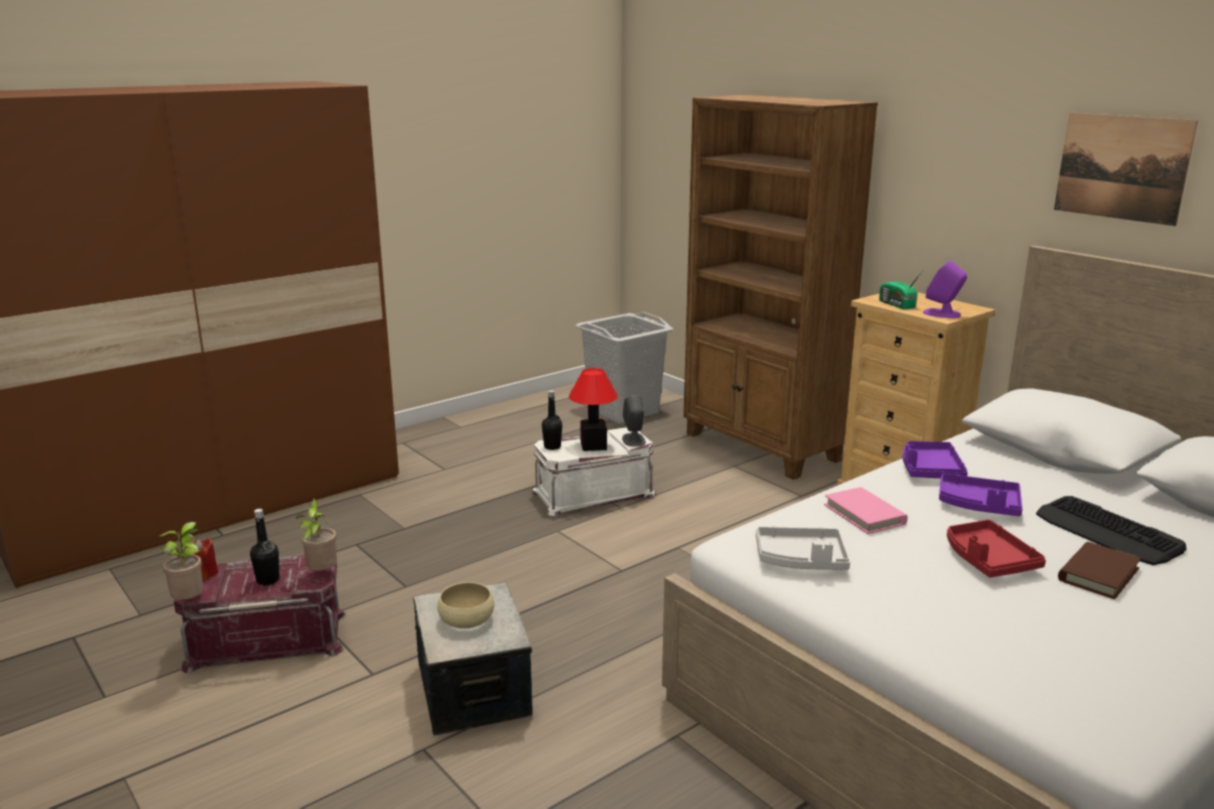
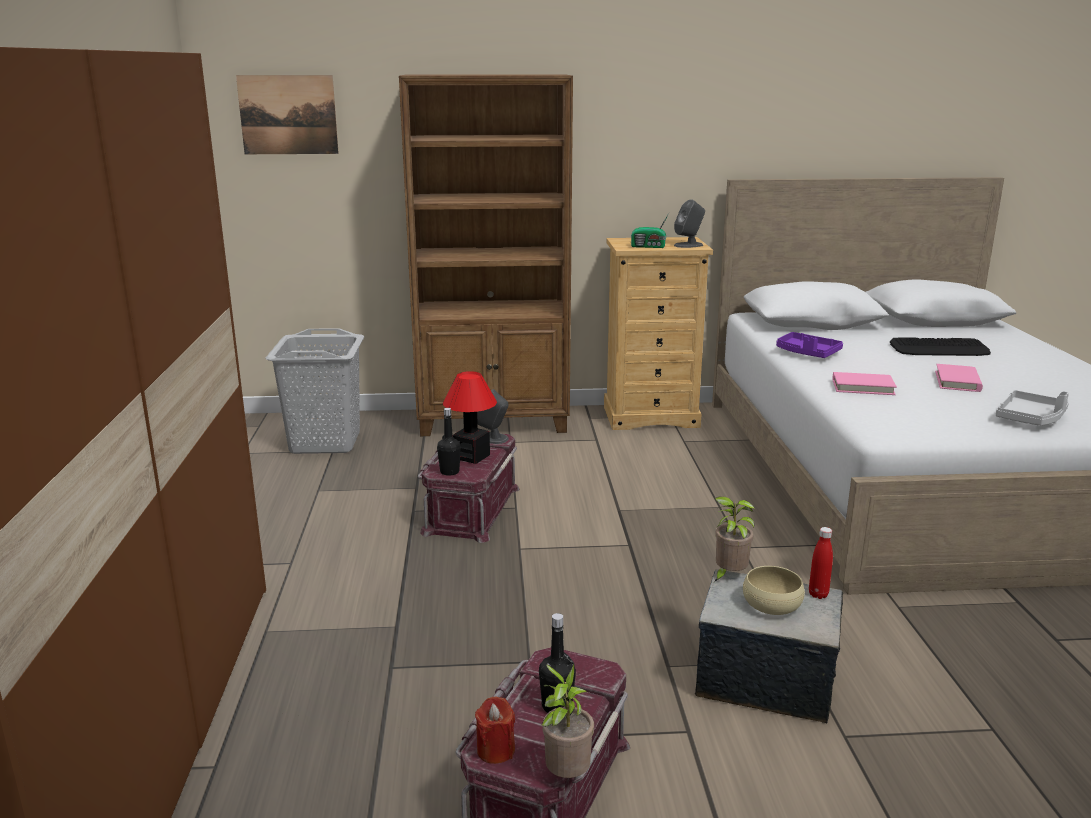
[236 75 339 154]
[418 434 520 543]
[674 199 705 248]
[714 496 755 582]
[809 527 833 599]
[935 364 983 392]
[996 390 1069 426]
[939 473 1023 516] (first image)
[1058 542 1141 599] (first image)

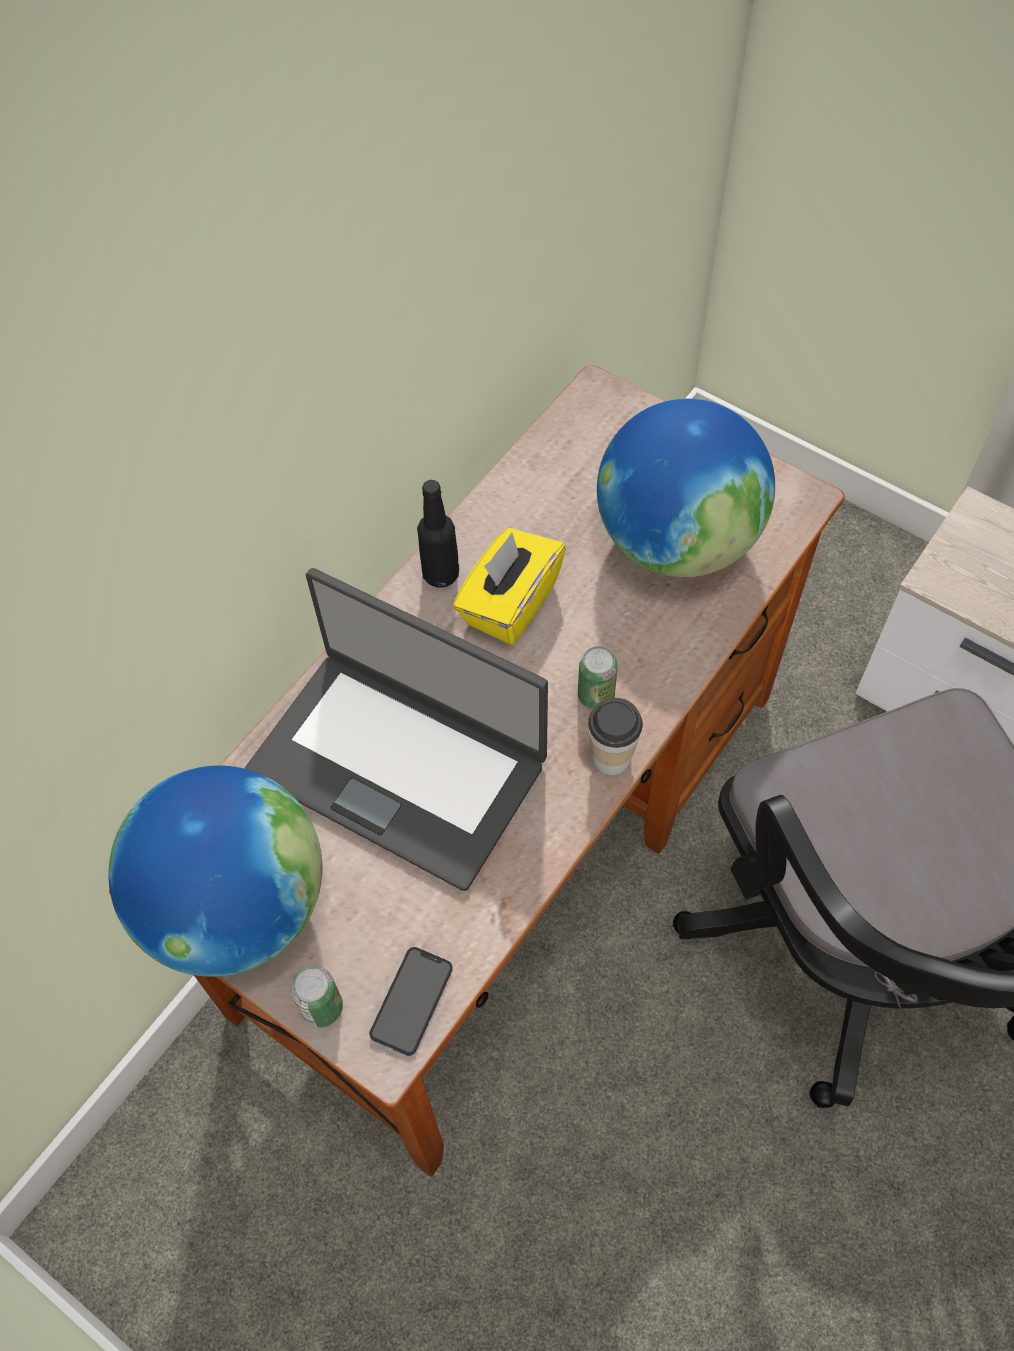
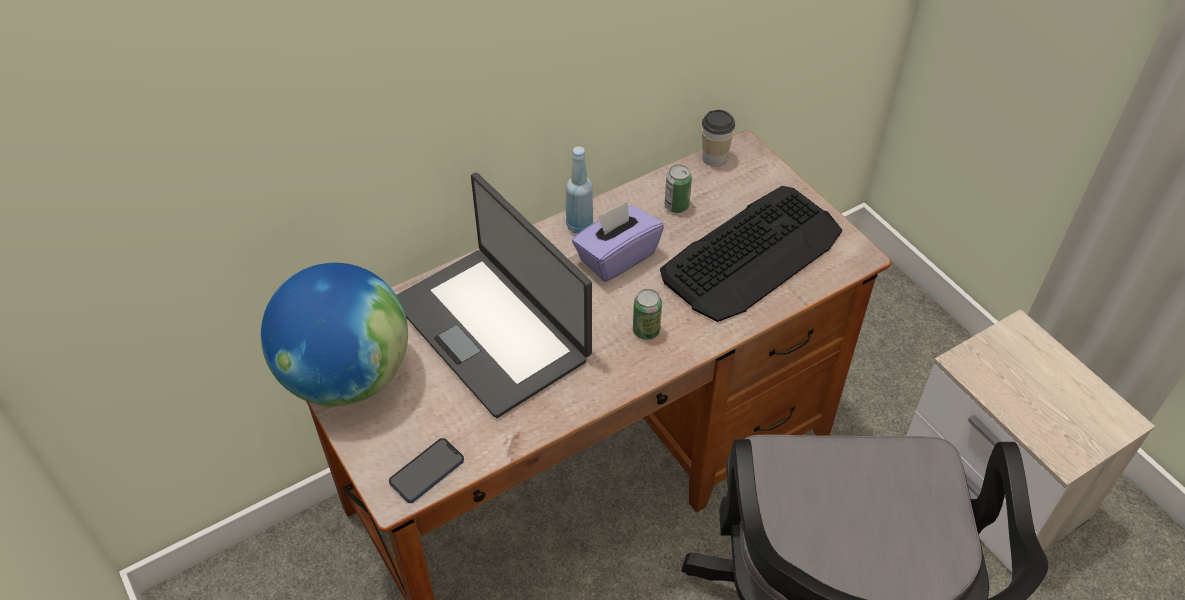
[566 146 593 234]
[572 202 664 282]
[660 186 842 322]
[665 165 692 213]
[702 110 735 166]

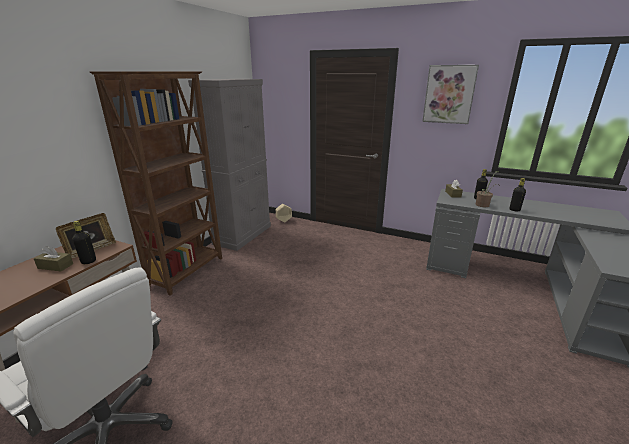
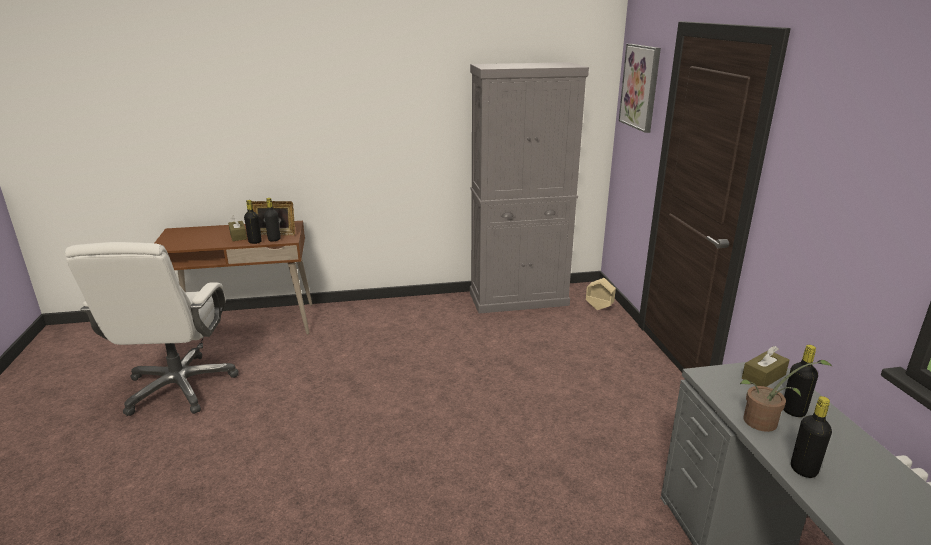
[264 198 281 242]
[619 44 661 133]
[90 71 222 296] (first image)

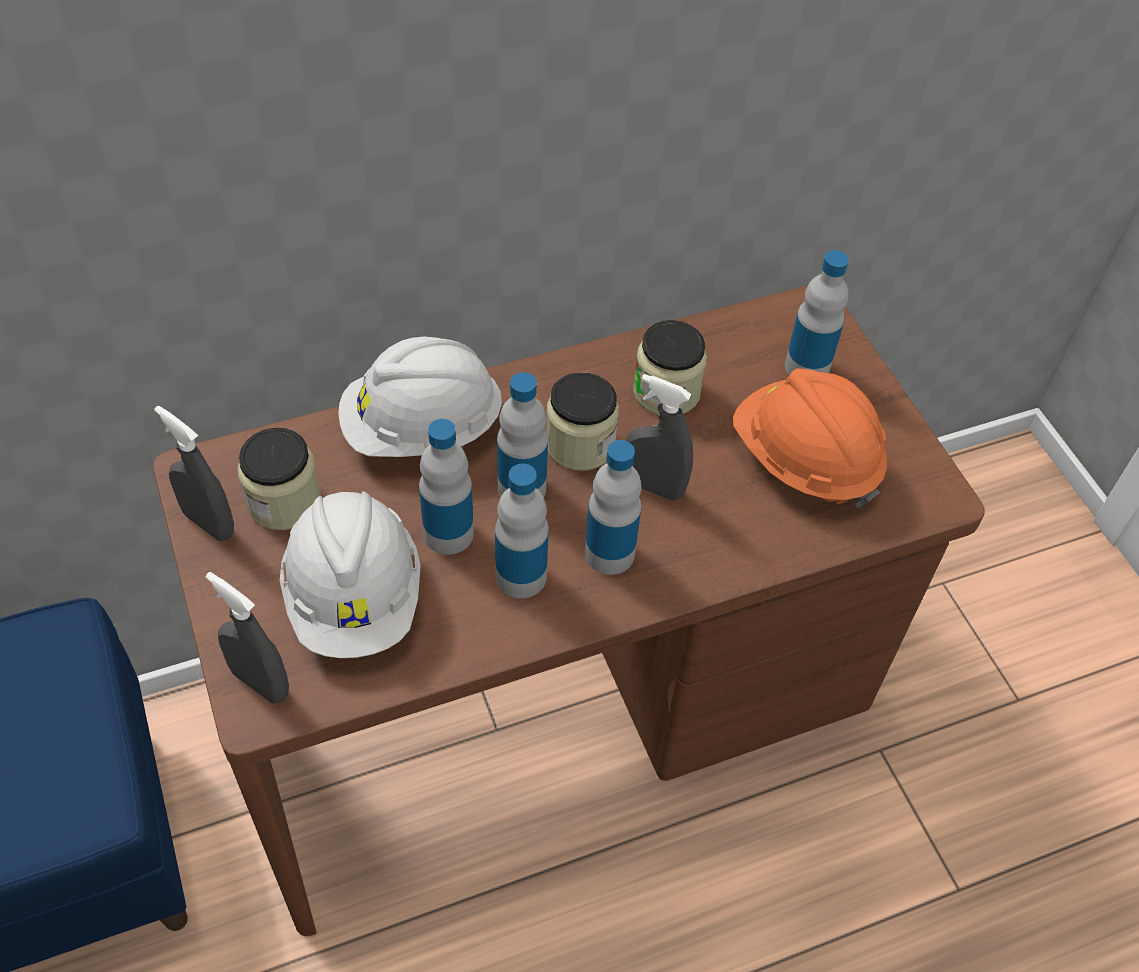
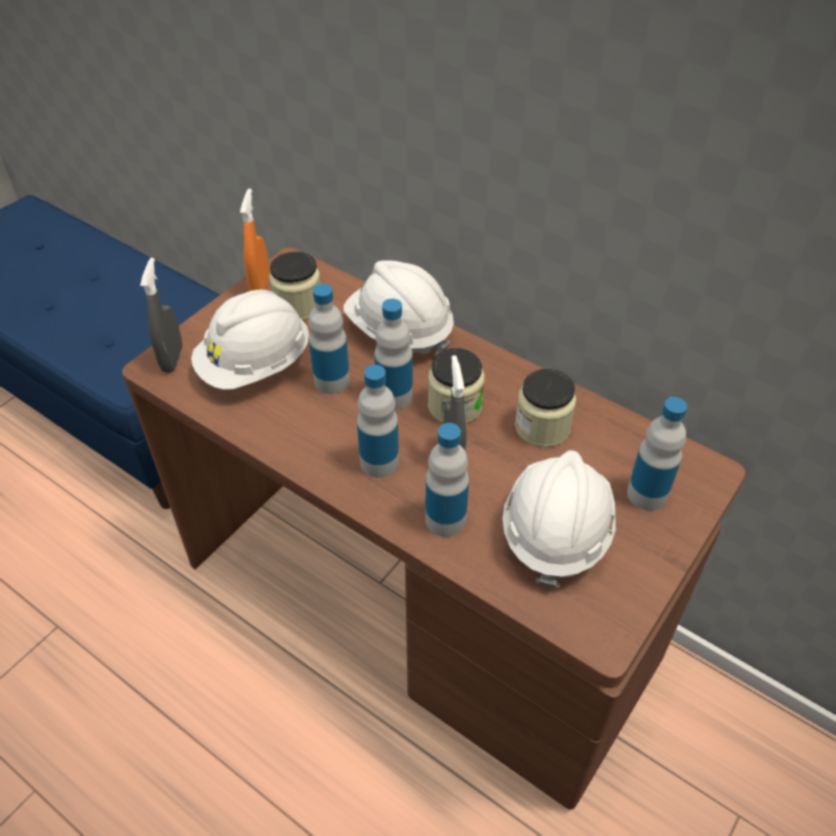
[240 188 270 291]
[425 423 469 537]
[503 450 616 588]

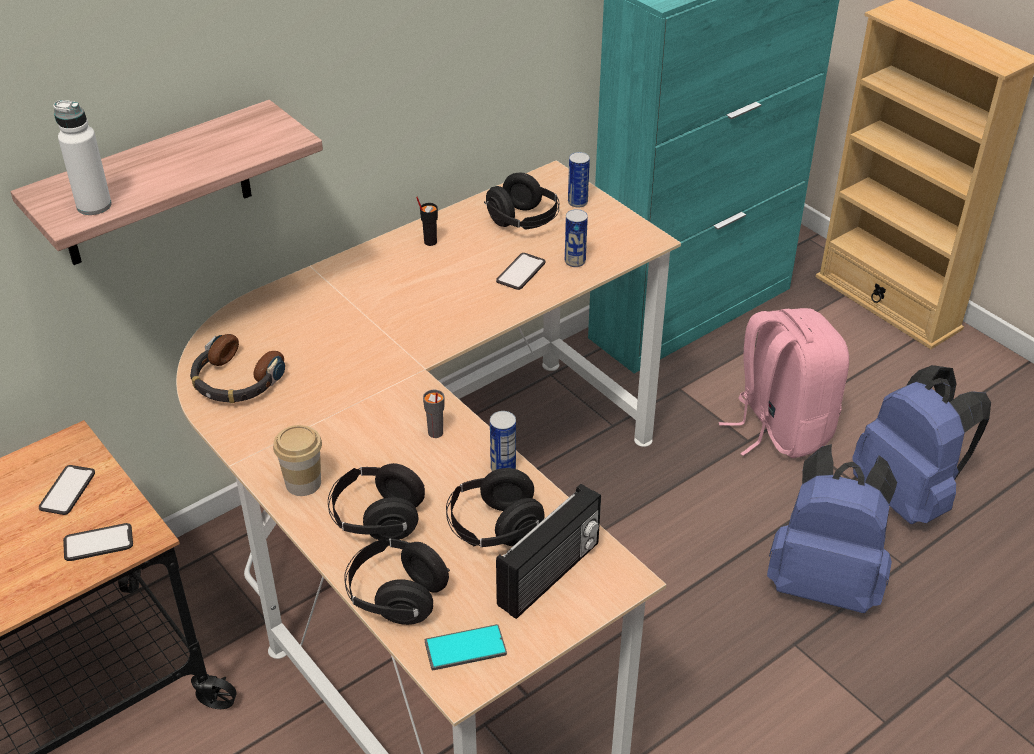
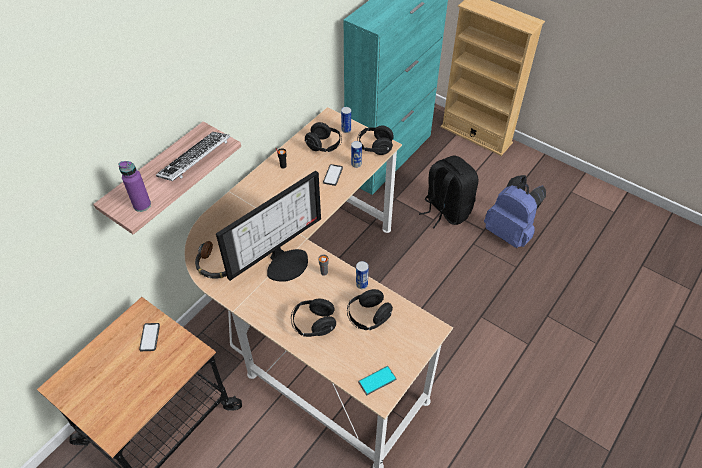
[118 161 151 212]
[156 132 230 181]
[216 171 321 282]
[358 125 394 155]
[419 155 478 228]
[63 523 133 561] (first image)
[273 425 322 496] (first image)
[496 484 601 619] (first image)
[767 444 897 613] (first image)

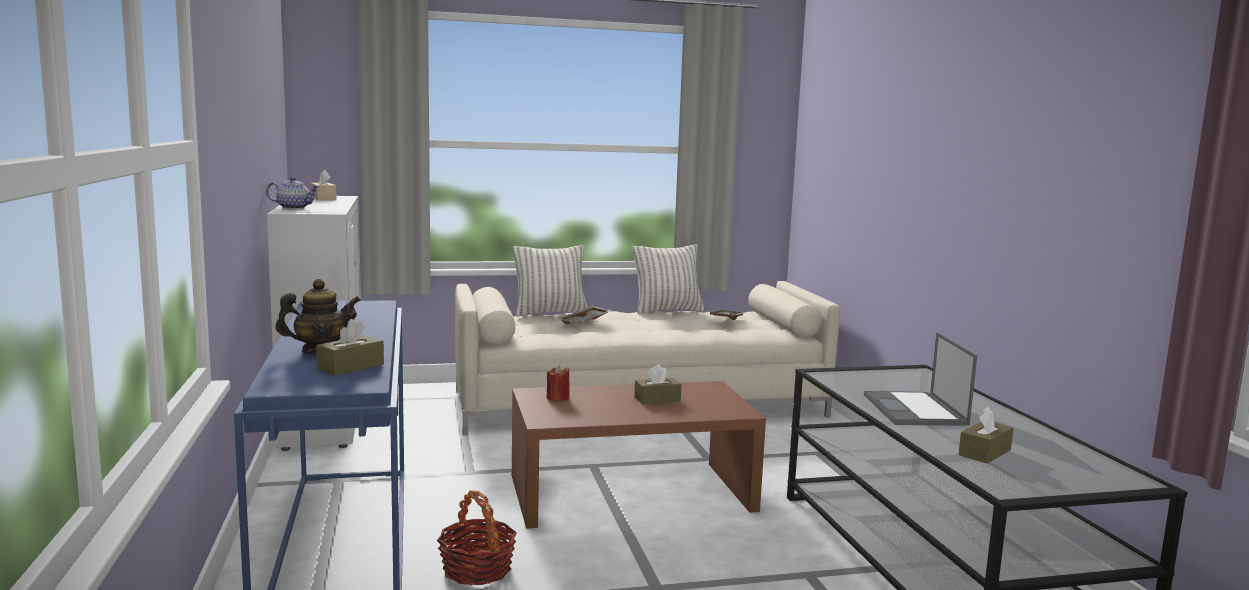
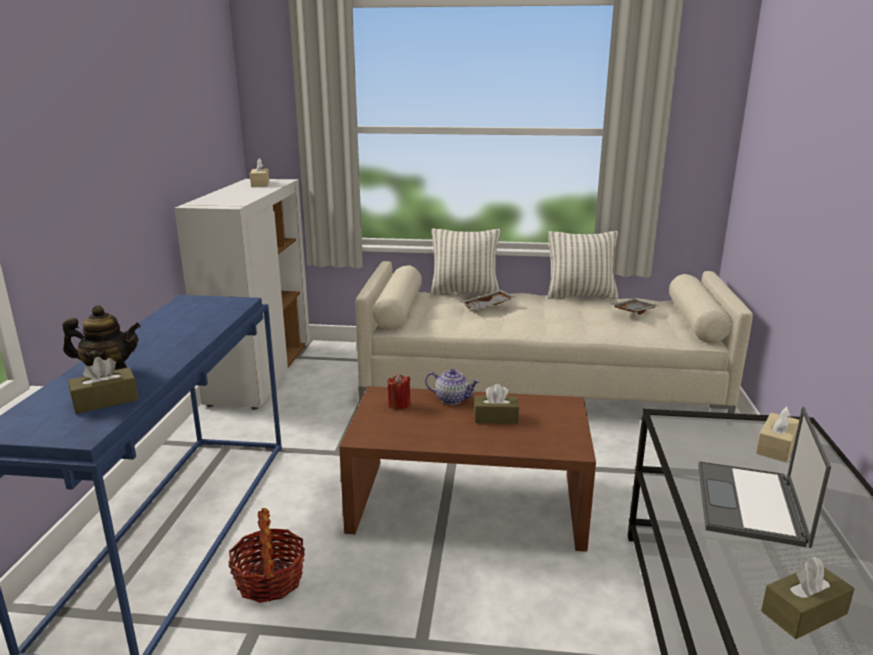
[425 369 480 405]
[756 406 799 462]

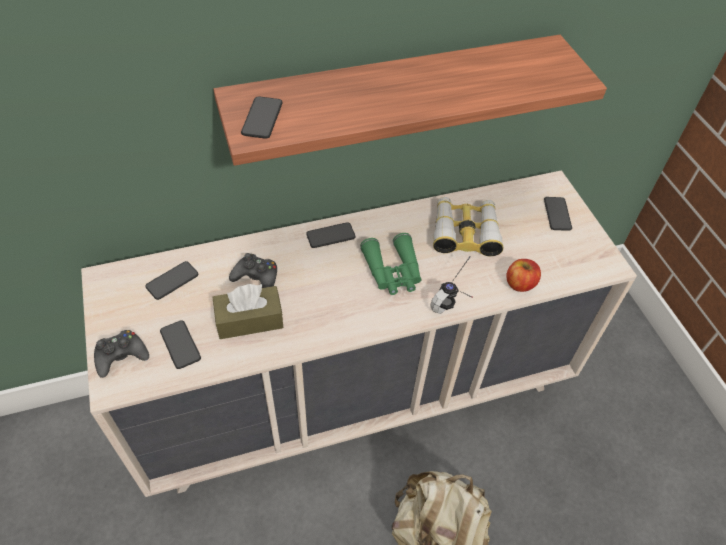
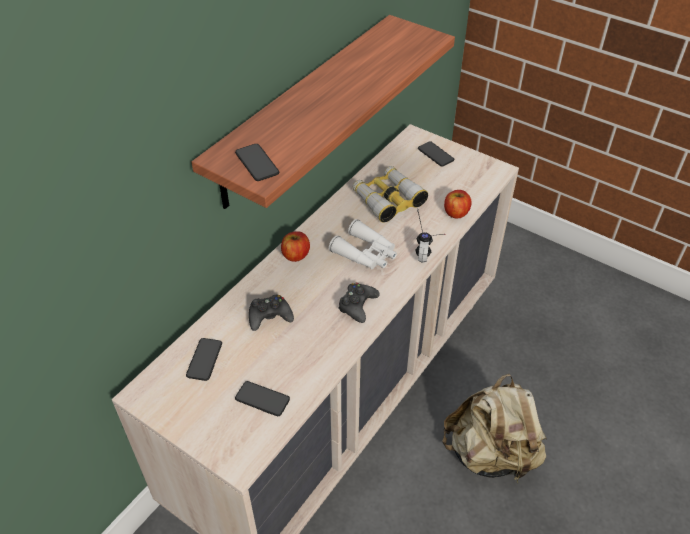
[281 231 310 262]
[329 219 397 269]
[338 283 380 323]
[213 284 283 339] (first image)

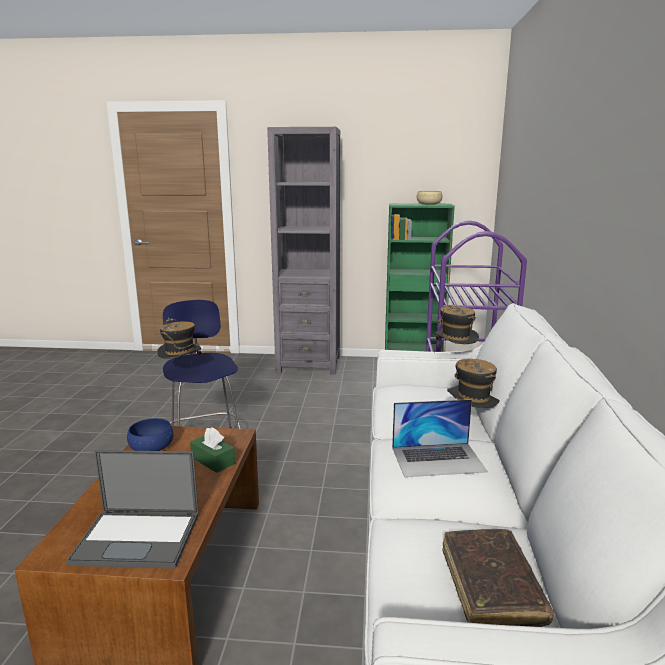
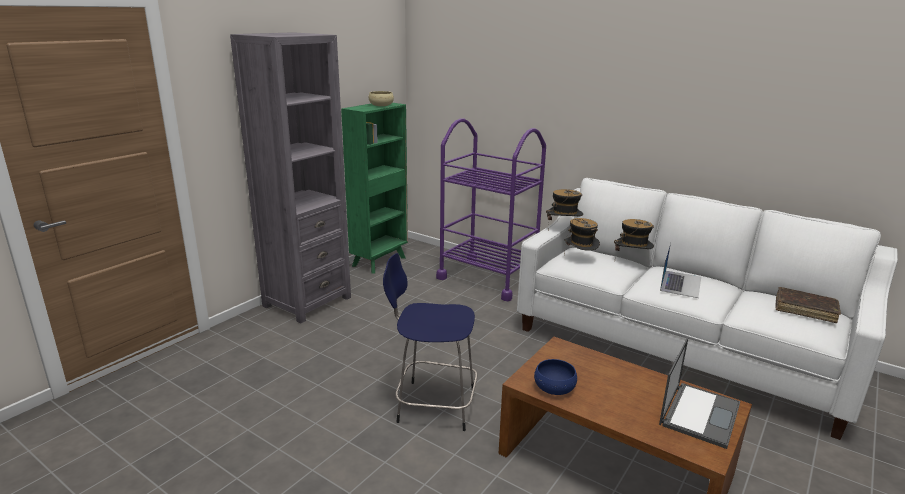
[564 218 600 255]
[190 427 235 473] (first image)

